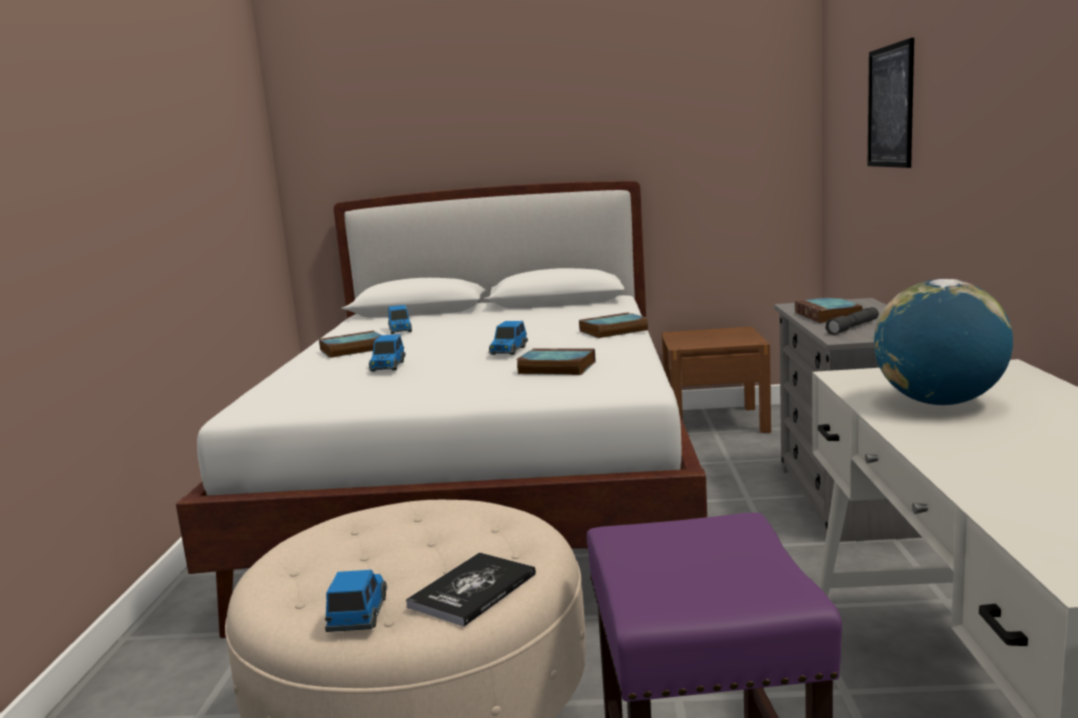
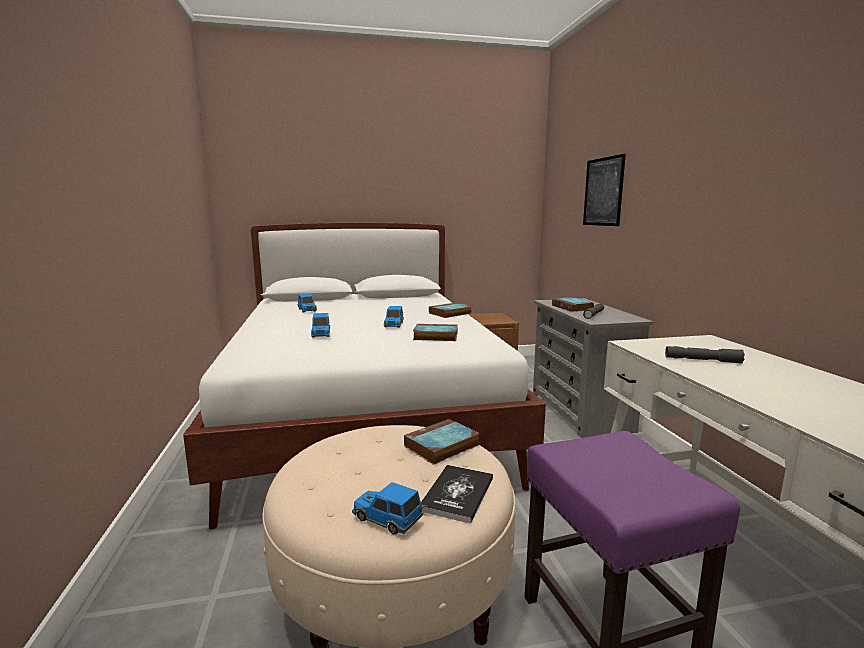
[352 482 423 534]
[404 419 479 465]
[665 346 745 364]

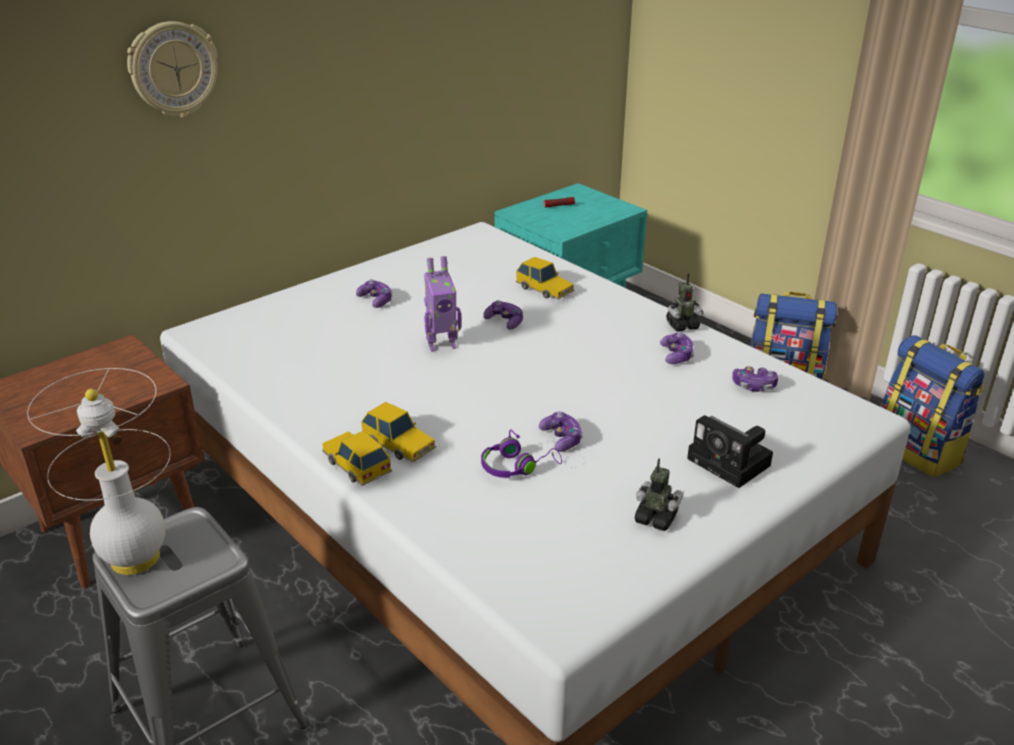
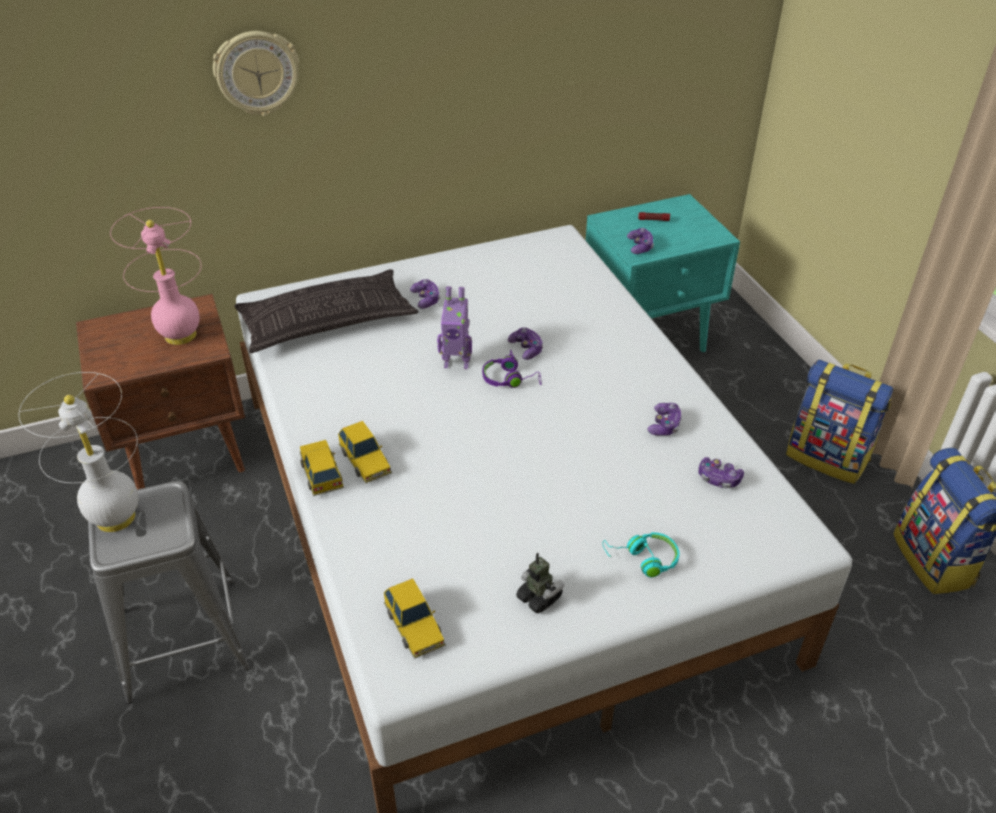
[110 207 201 345]
[235 269 418 353]
[384 578 446 659]
[482 350 541 388]
[603 532 680 577]
[627 228 654 254]
[666 273 704 331] (first image)

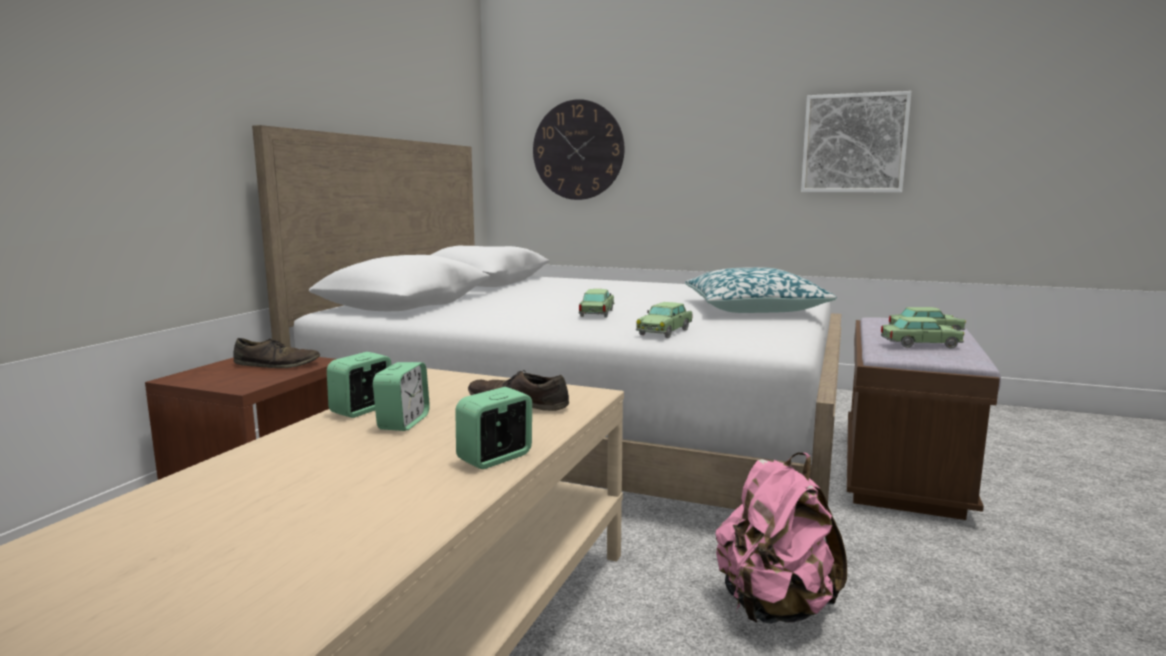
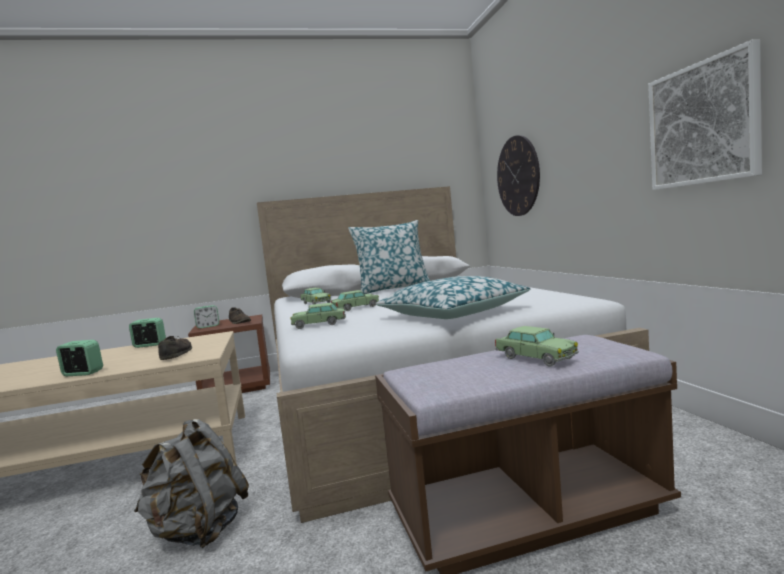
[134 419 249 548]
[194 305 219 329]
[301 288 331 305]
[348 220 430 294]

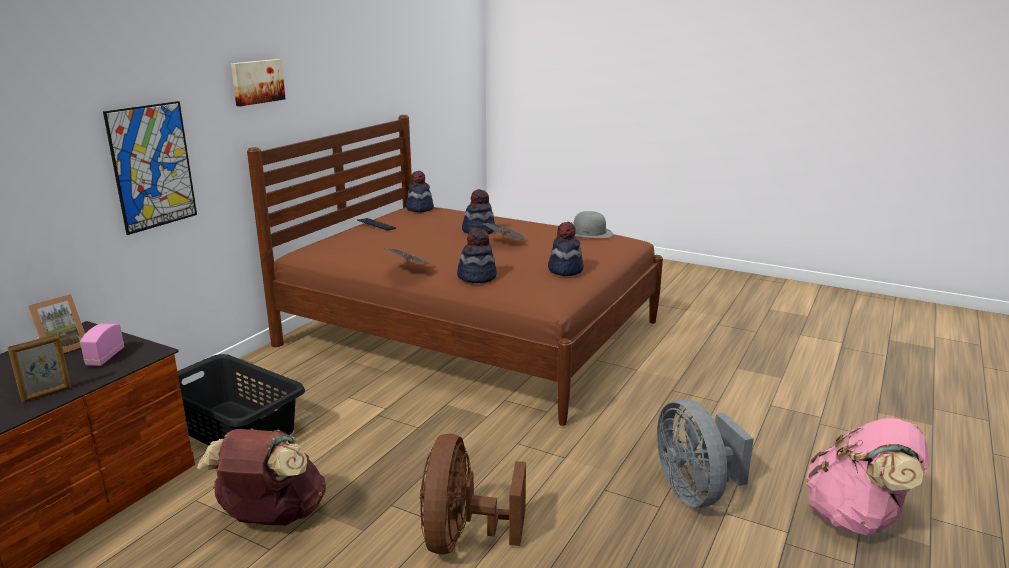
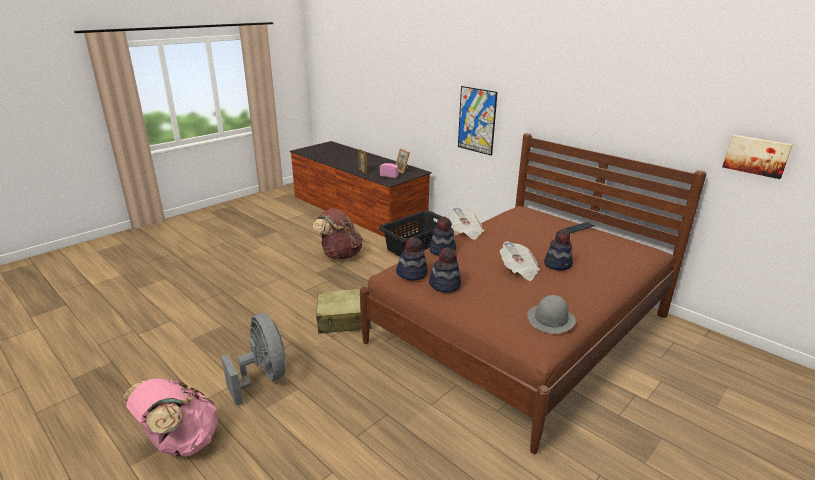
[221 313 286 406]
[316 289 371 334]
[396 237 428 280]
[723 135 793 179]
[420 434 526 555] (first image)

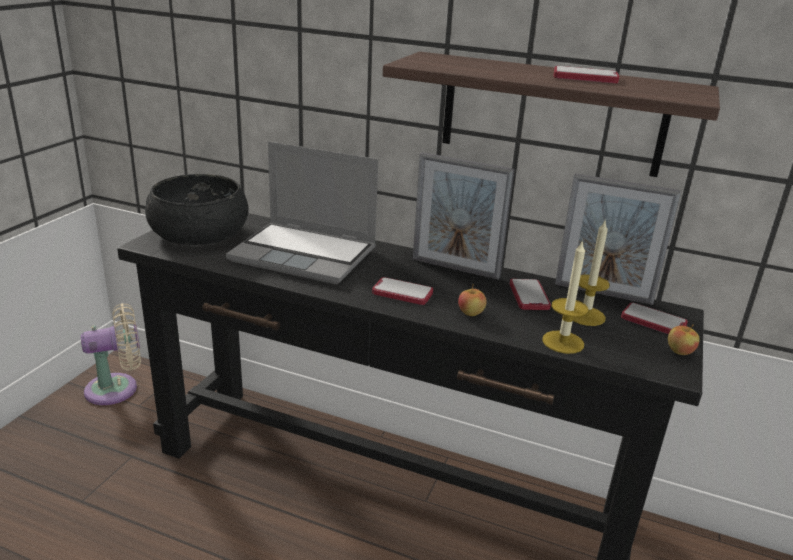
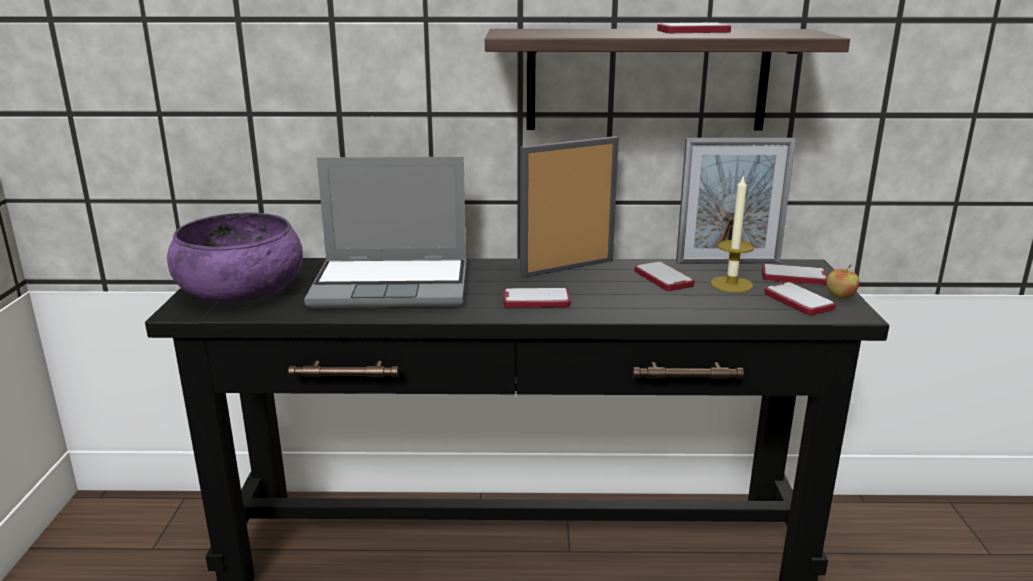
[167 212 303 302]
[520 136 619 278]
[764 282 836 315]
[81 303 141 405] (first image)
[458 284 487 316] (first image)
[542 240 588 354] (first image)

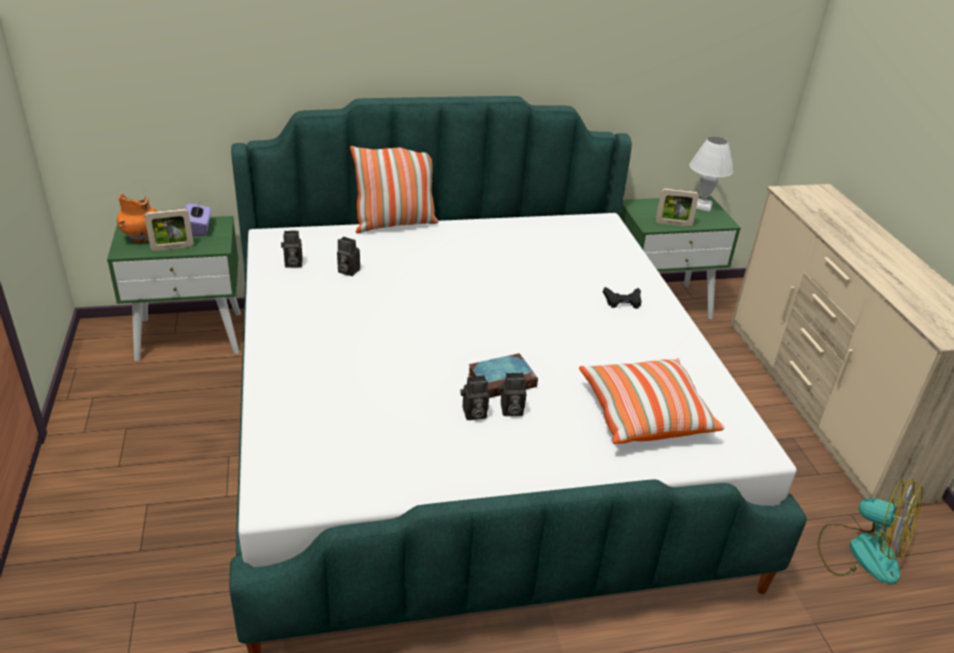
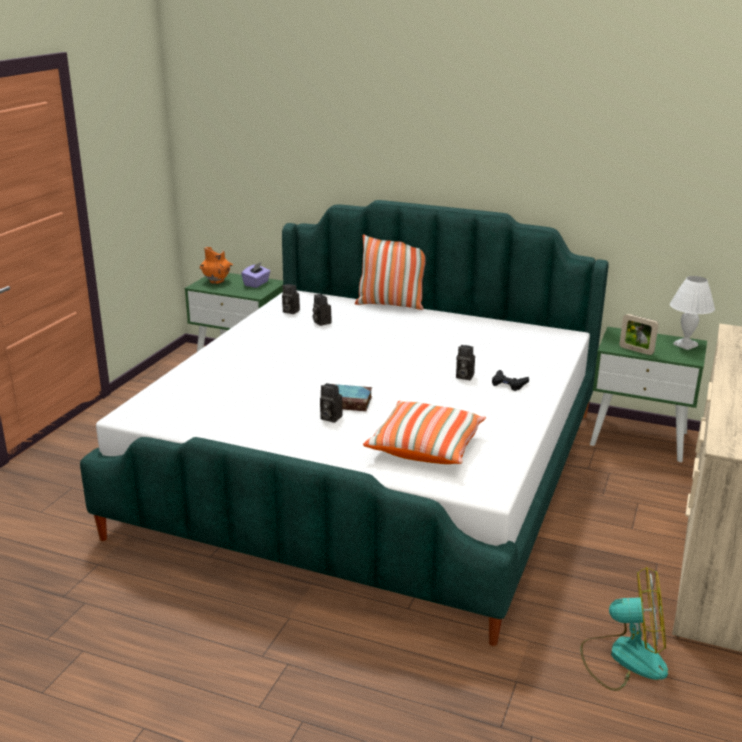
[456 345 475 380]
[580 567 668 691]
[145 209 193 251] (first image)

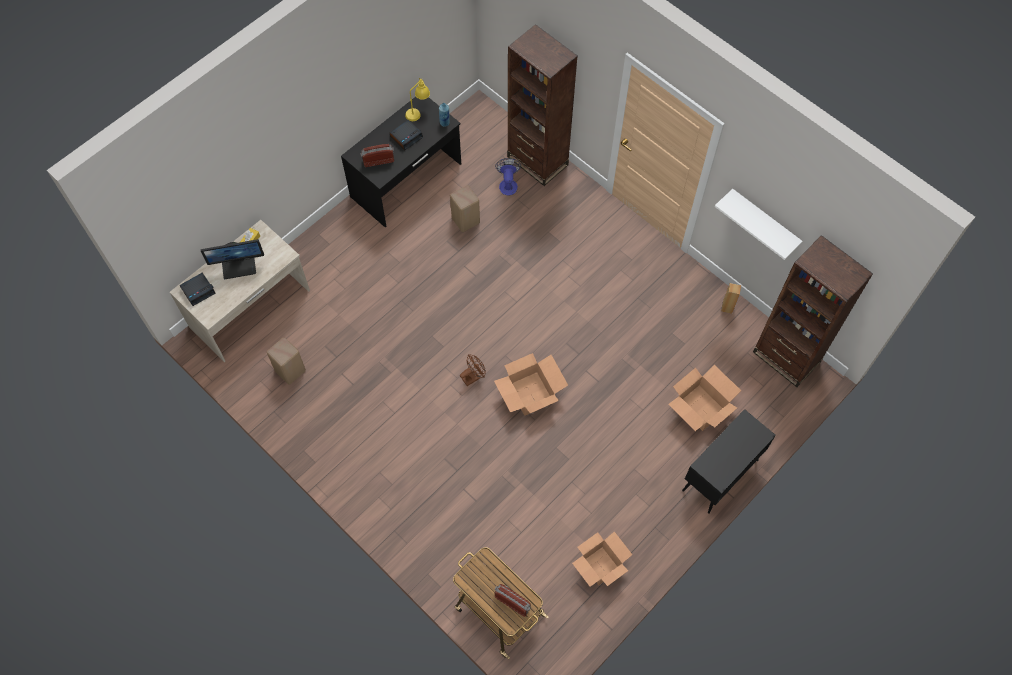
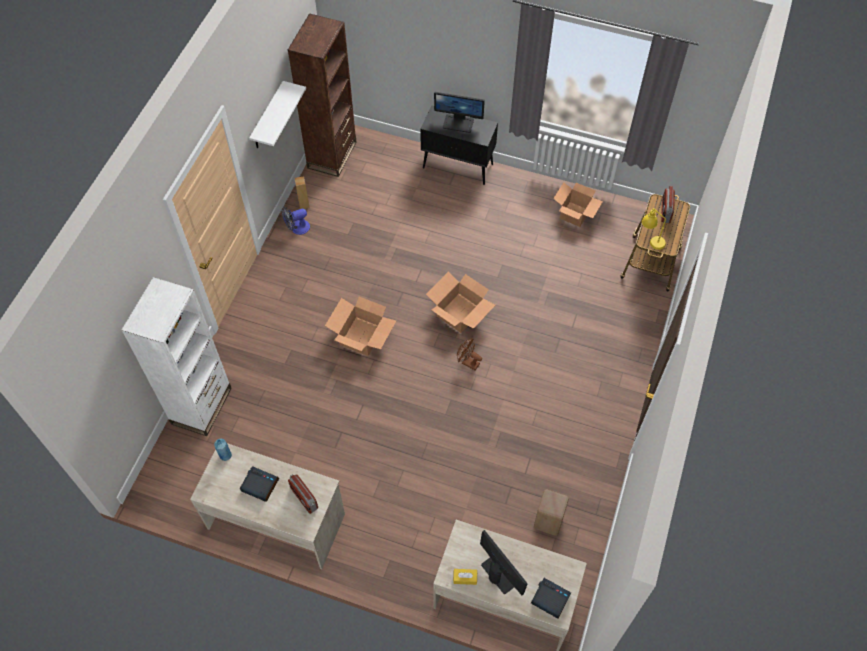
[122 277 232 436]
[190 443 345 569]
[282 207 310 235]
[325 297 396 356]
[434 92 485 133]
[642 208 666 250]
[450 185 480 232] (first image)

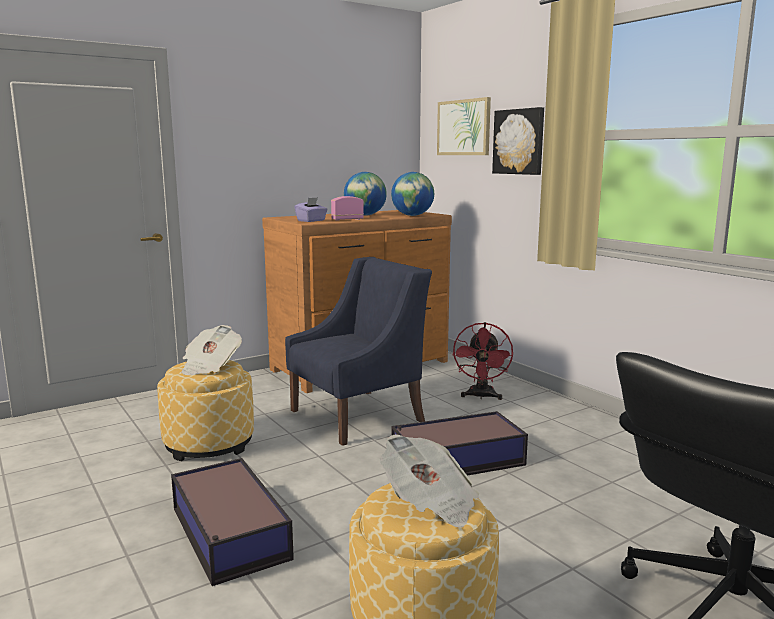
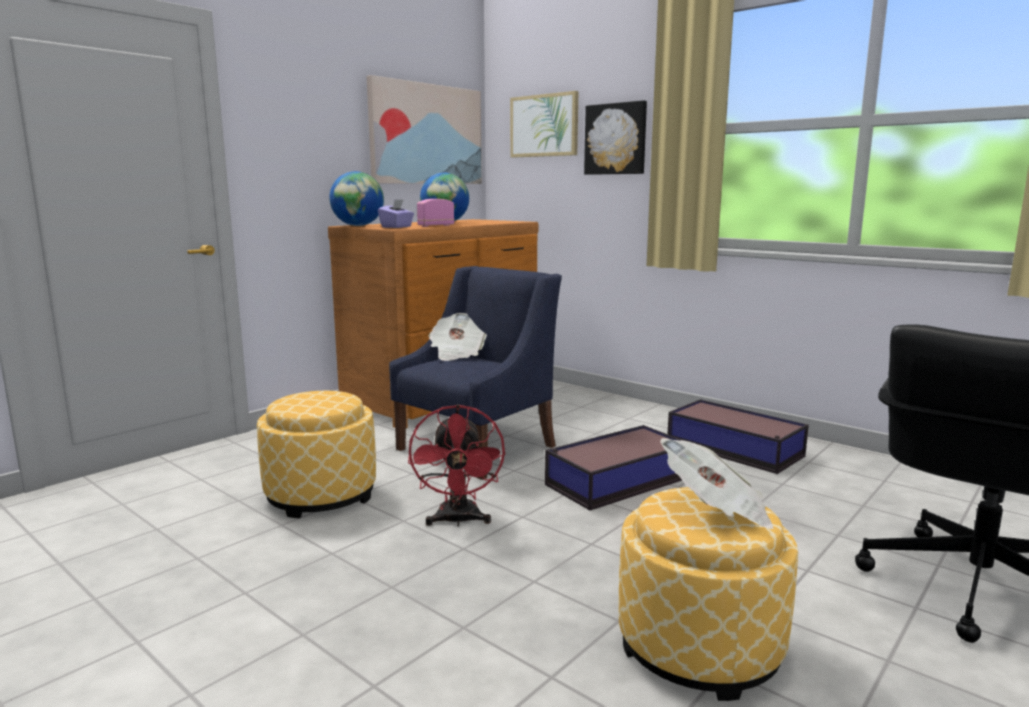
[329 171 384 226]
[367 75 482 184]
[408 404 505 527]
[428 313 487 361]
[668 399 809 474]

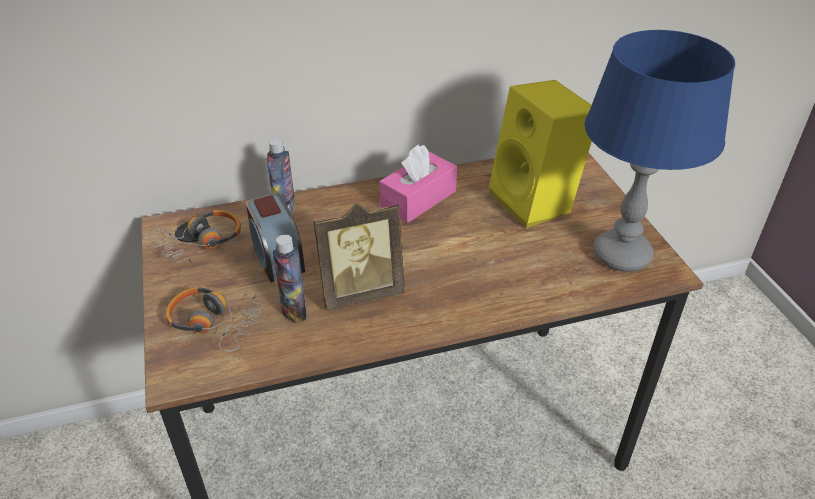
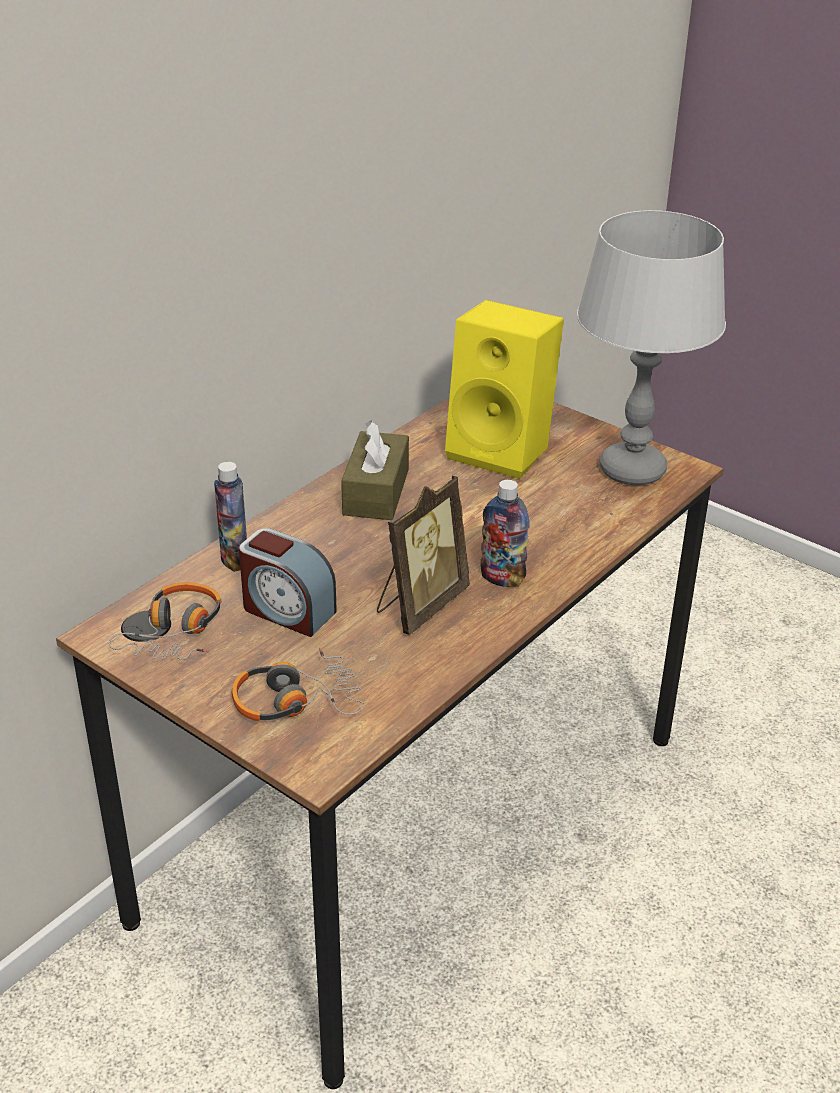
[341 420 409 520]
[480 480 530 587]
[577 210 726 485]

